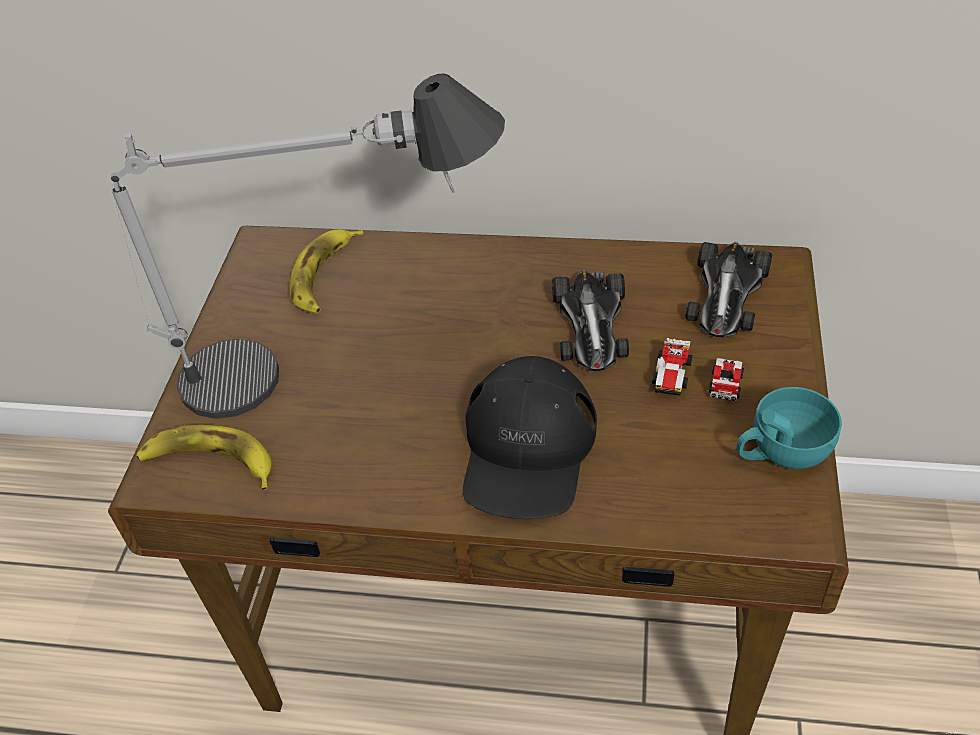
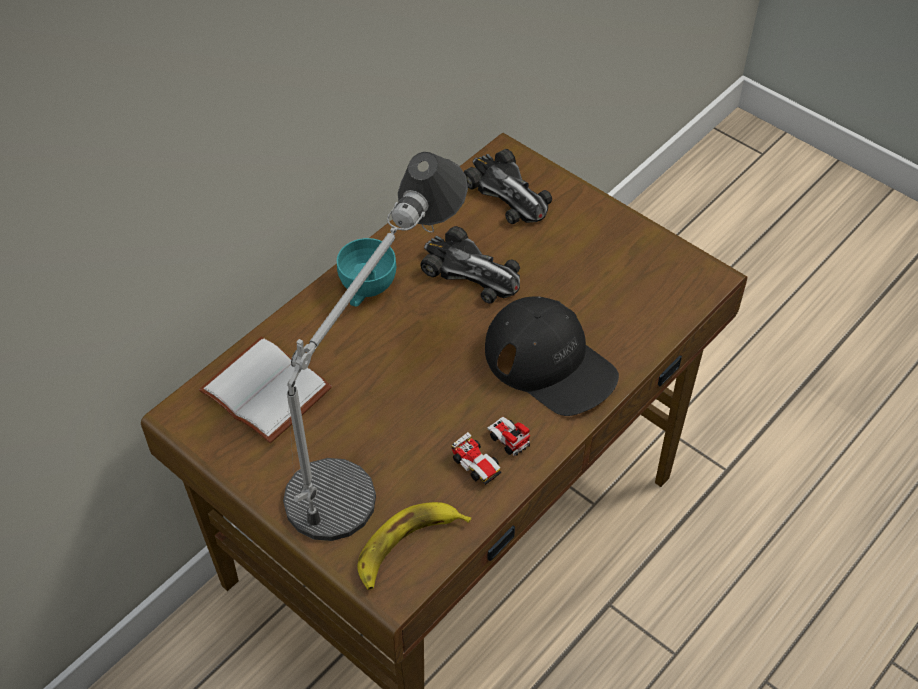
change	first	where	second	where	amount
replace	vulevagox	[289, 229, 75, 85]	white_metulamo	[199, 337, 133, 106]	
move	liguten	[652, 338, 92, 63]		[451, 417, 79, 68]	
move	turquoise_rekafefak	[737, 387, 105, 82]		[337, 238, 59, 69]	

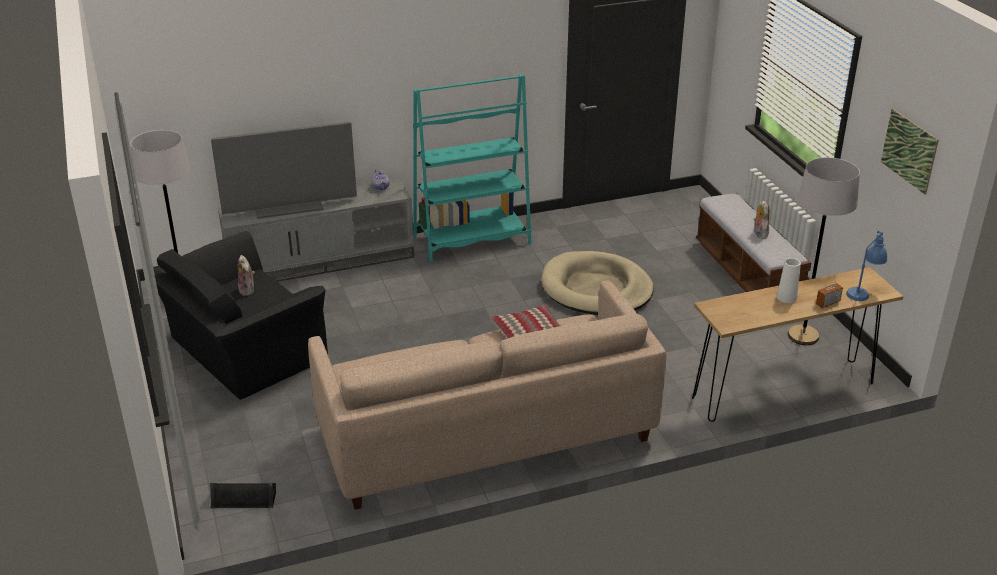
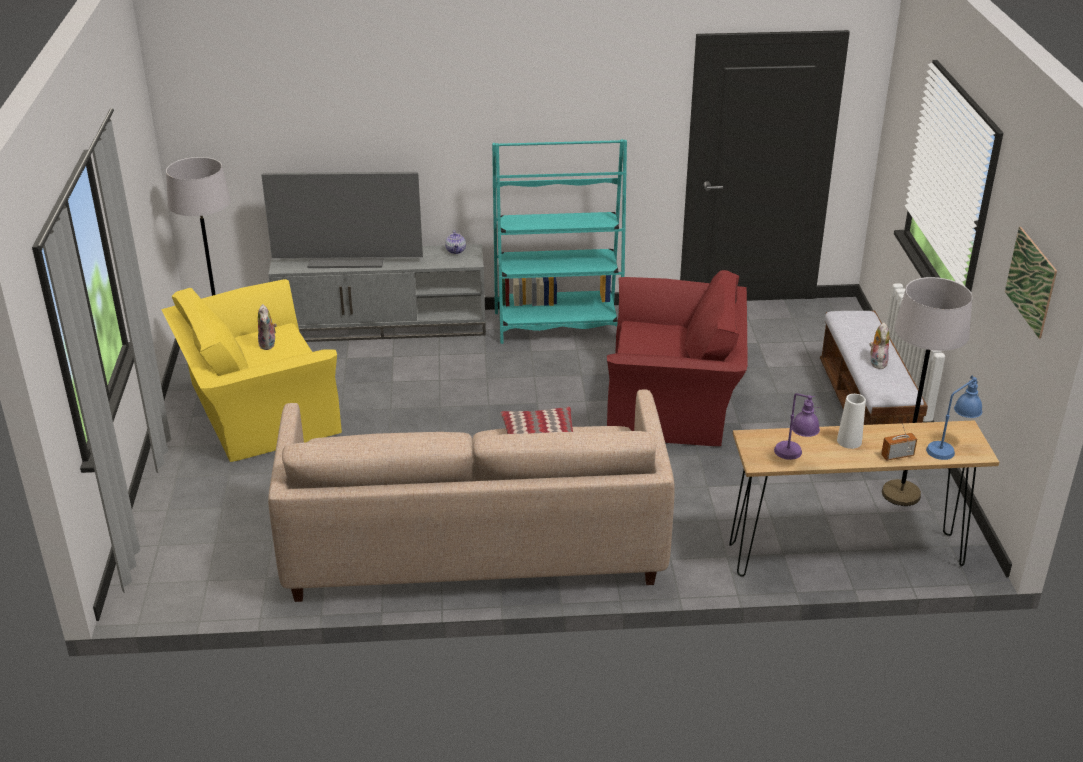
change	first	where	second	where	amount
recolor	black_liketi	[143, 231, 185, 169]	yellow_liketi	[161, 279, 181, 183]	
delete	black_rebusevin	[210, 483, 66, 25]			
replace	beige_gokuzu	[541, 251, 113, 64]	red_liketi	[607, 270, 141, 176]	
insert			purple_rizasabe	[774, 393, 47, 67]	

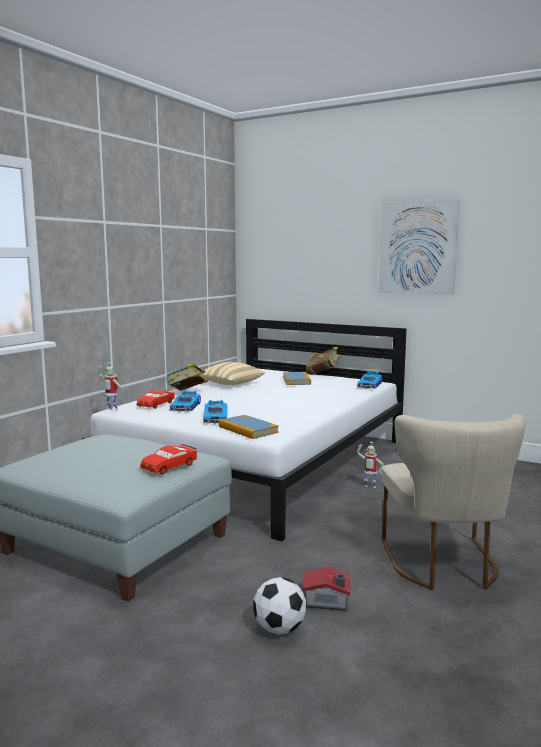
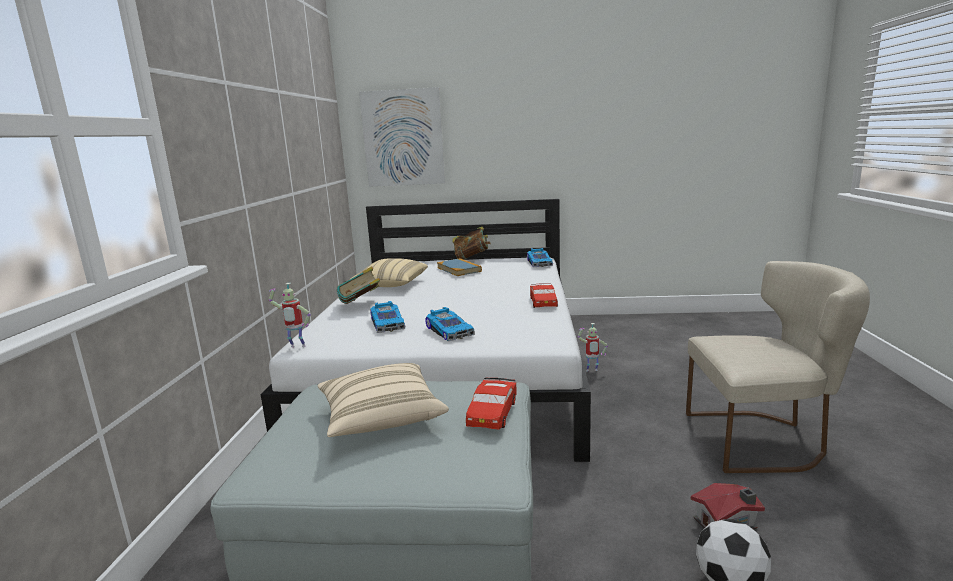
change	first	where	second	where	amount
move	red_liguten	[137, 390, 37, 19]		[530, 283, 28, 25]	
delete	metulamo	[218, 415, 61, 24]			
move	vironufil	[378, 199, 82, 95]		[359, 87, 86, 100]	
rotate	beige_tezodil	[382, 414, 144, 176]		[686, 261, 184, 212]	60 degrees counterclockwise
insert			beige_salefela	[317, 363, 132, 74]	

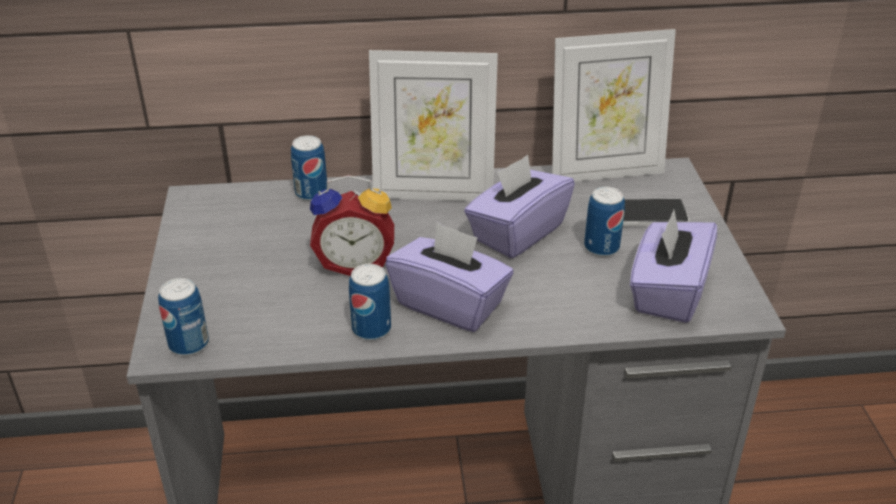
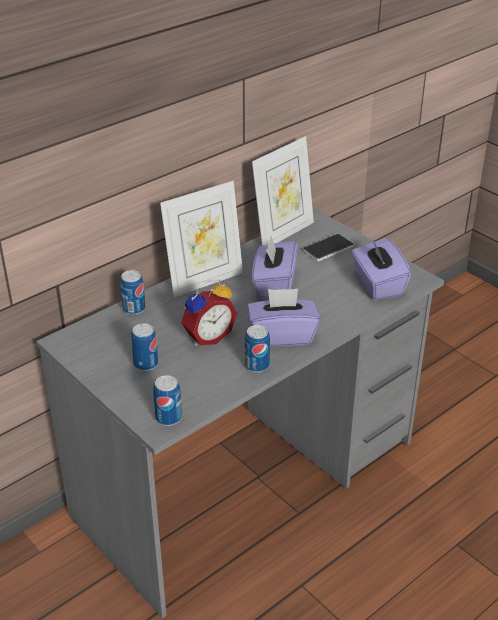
change	first	where	second	where	amount
move	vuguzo	[584, 187, 41, 70]		[131, 323, 27, 48]	

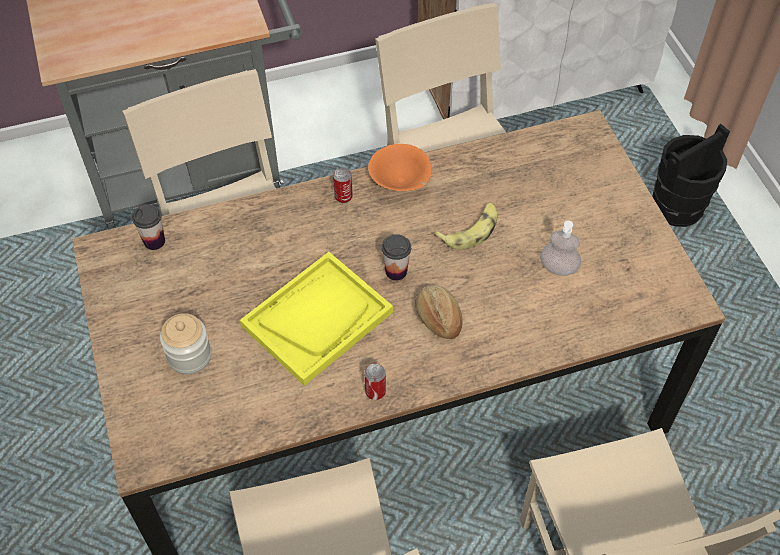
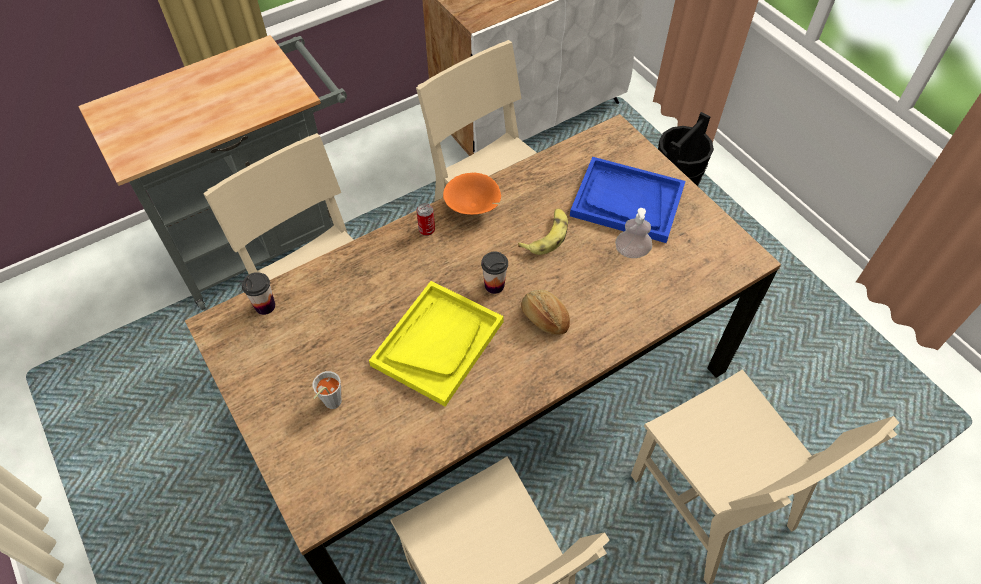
change	first	where	second	where	amount
replace	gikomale	[160, 313, 52, 62]	grey_rekafefak	[313, 371, 29, 38]	
delete	vuguzo	[365, 364, 21, 36]			
insert			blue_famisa	[570, 157, 116, 86]	

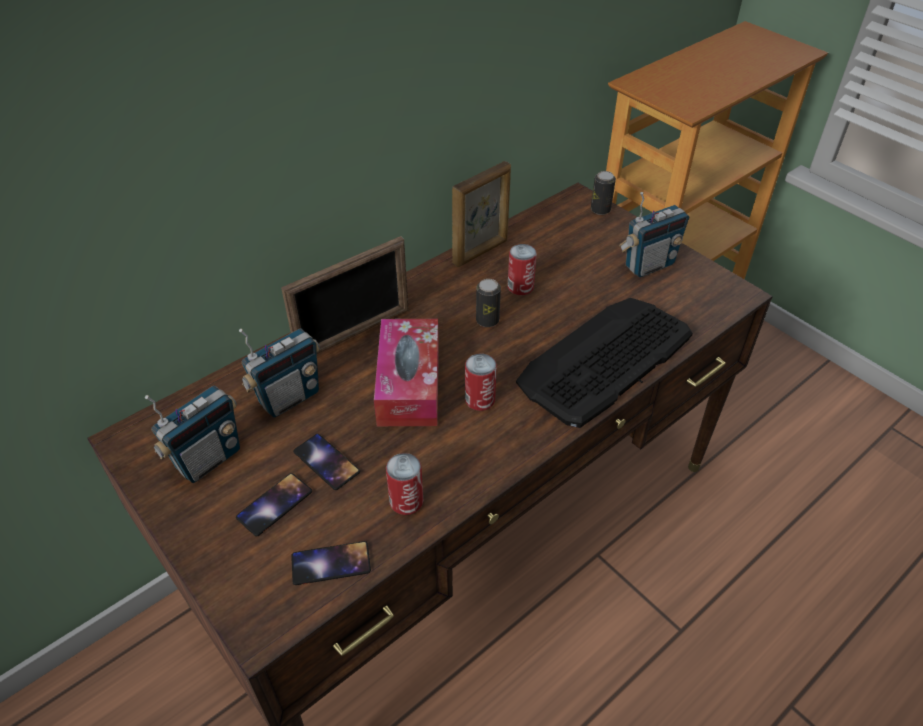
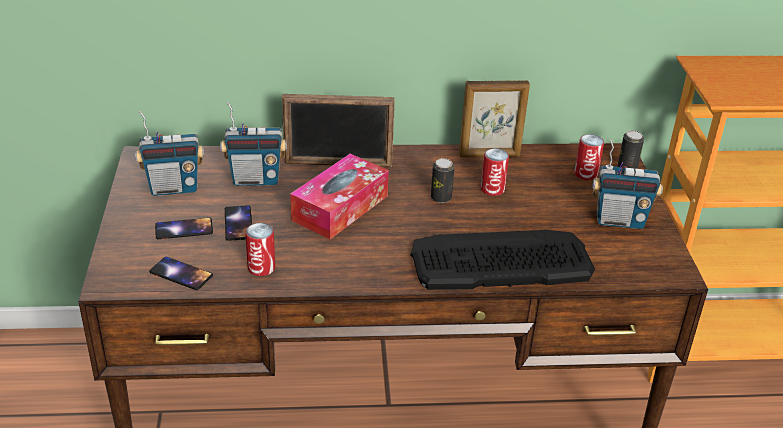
change	first	where	second	where	amount
move	vuguzo	[465, 354, 32, 57]		[574, 134, 30, 46]	

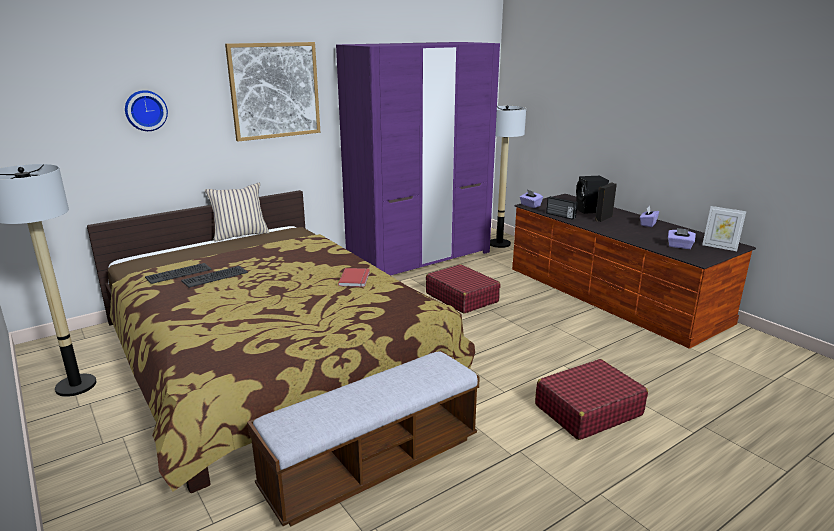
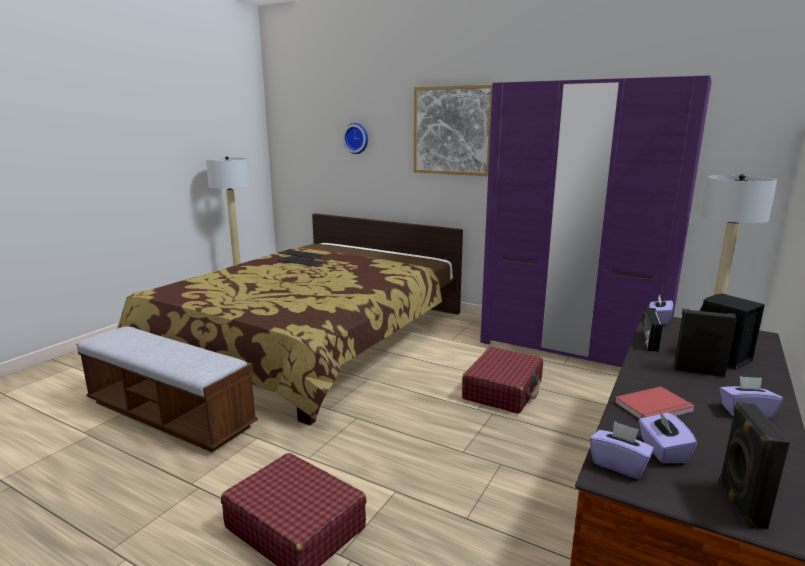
change	first	where	second	where	amount
delete	beige_salefela	[205, 183, 65, 58]			
move	red_metulamo	[338, 268, 32, 19]		[614, 387, 81, 32]	
replace	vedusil	[702, 206, 44, 45]	black_rebusevin	[719, 401, 71, 128]	
insert			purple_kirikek	[590, 421, 64, 58]	

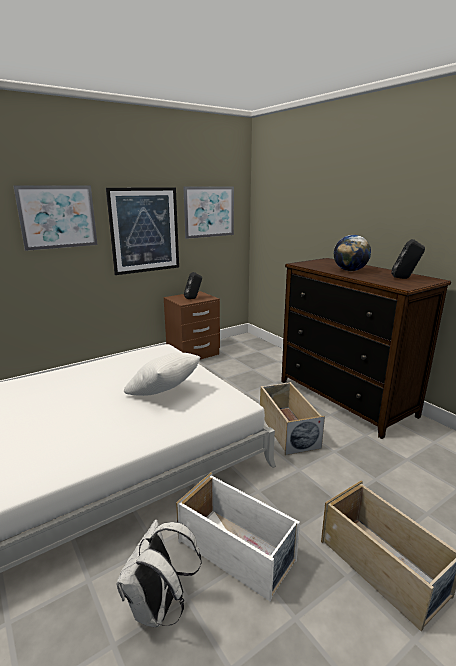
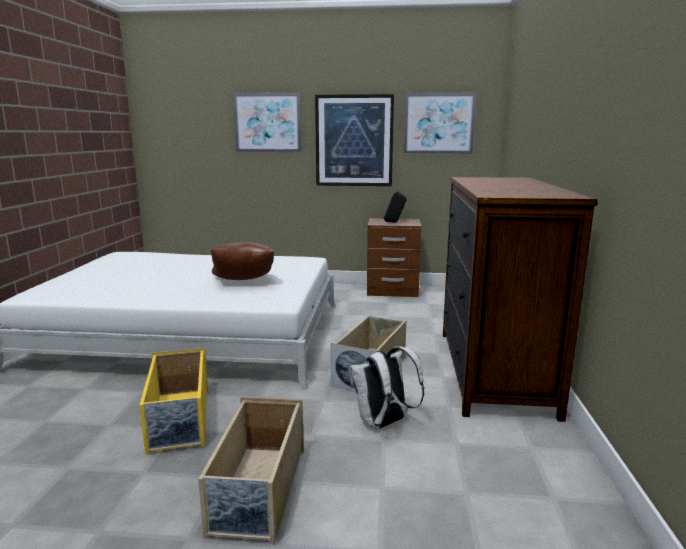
change	first	where	second	where	amount
move	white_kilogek	[116, 520, 86, 107]		[348, 346, 76, 83]	
recolor	white_salefela	[124, 352, 76, 44]	brown_salefela	[210, 242, 64, 38]	
recolor	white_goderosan	[176, 473, 124, 128]	yellow_goderosan	[139, 348, 69, 107]	
delete	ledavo	[334, 235, 37, 36]			
delete	black_rebusevin	[391, 239, 34, 40]			

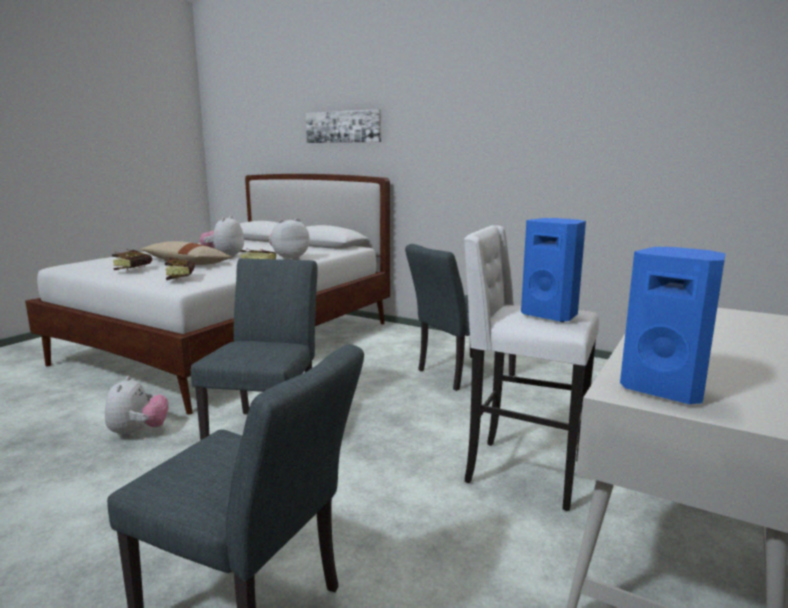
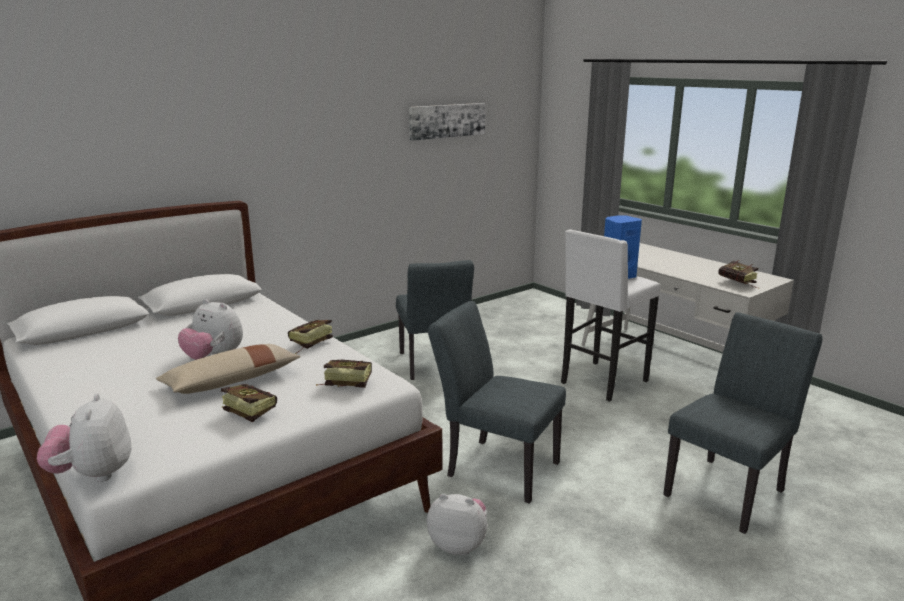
change	first	where	second	where	amount
move	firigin	[269, 218, 41, 42]		[37, 394, 94, 88]	
move	vironufil	[306, 109, 75, 34]		[409, 103, 76, 38]	
replace	blue_rebusevin	[620, 247, 106, 157]	metulamo	[718, 260, 42, 29]	

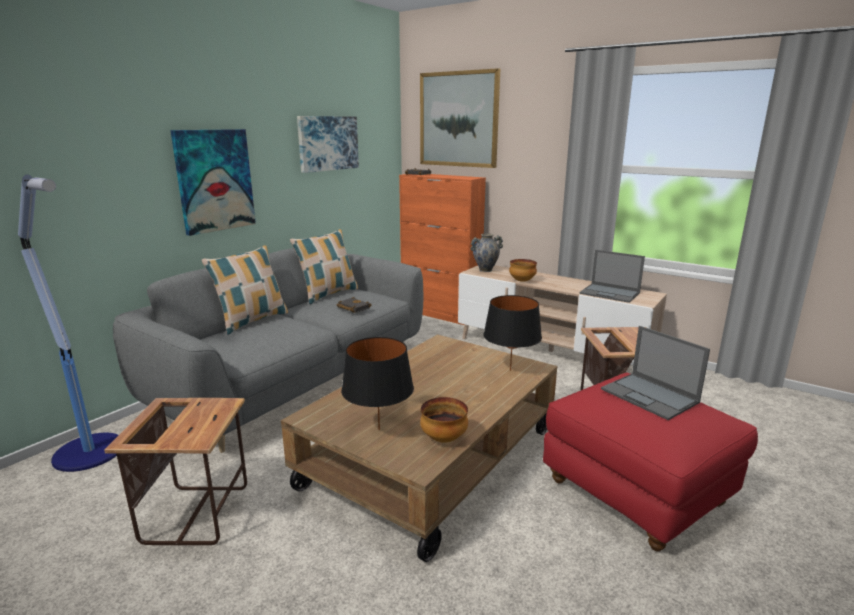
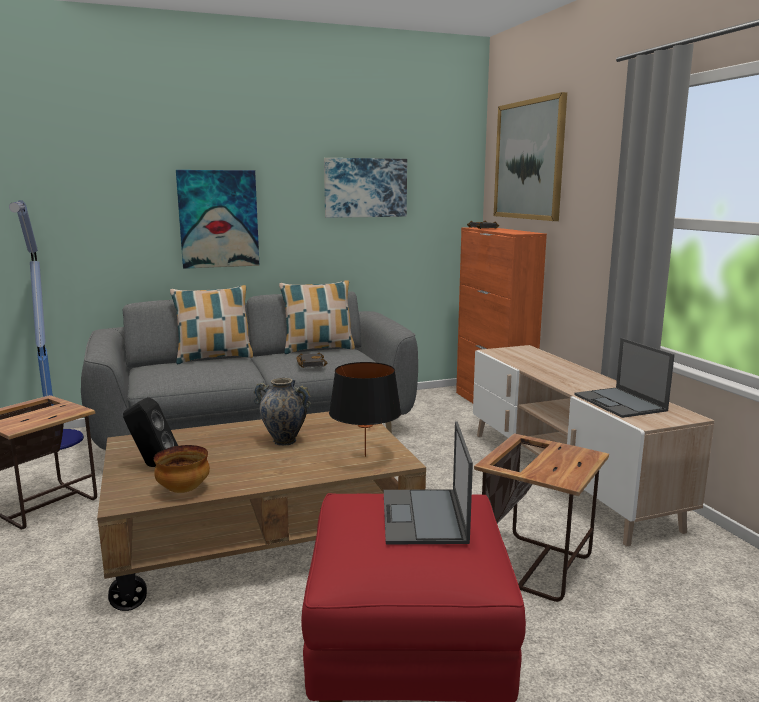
change	first	where	second	where	amount
replace	black_rizasabe	[341, 337, 73, 93]	black_rebusevin	[123, 397, 55, 70]	
move	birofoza	[471, 233, 32, 39]		[254, 378, 57, 68]	
delete	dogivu	[509, 259, 28, 23]			

